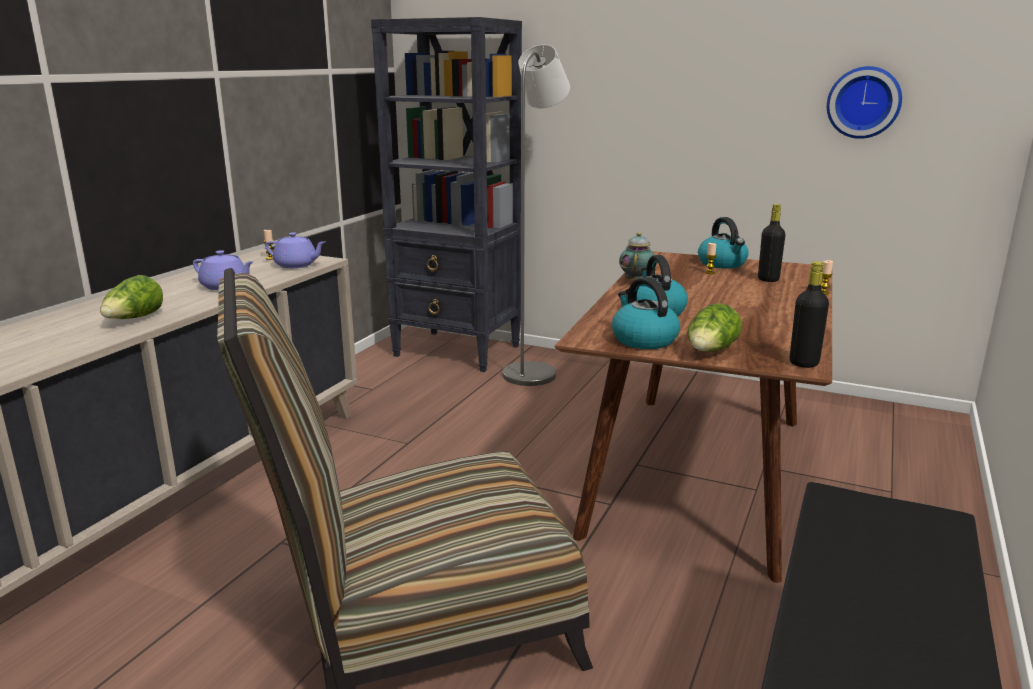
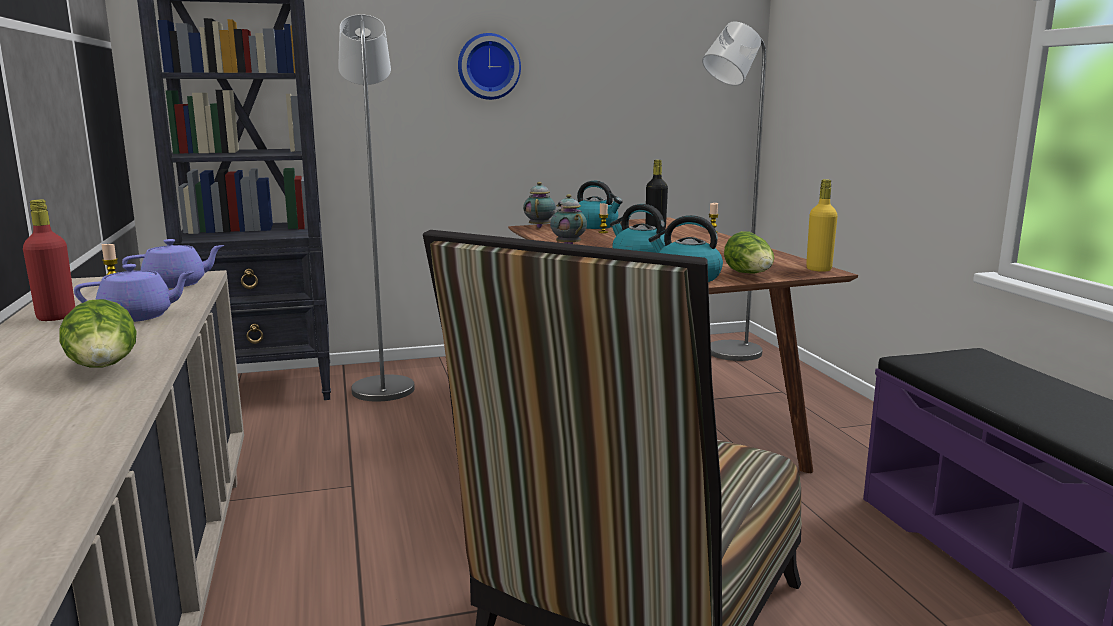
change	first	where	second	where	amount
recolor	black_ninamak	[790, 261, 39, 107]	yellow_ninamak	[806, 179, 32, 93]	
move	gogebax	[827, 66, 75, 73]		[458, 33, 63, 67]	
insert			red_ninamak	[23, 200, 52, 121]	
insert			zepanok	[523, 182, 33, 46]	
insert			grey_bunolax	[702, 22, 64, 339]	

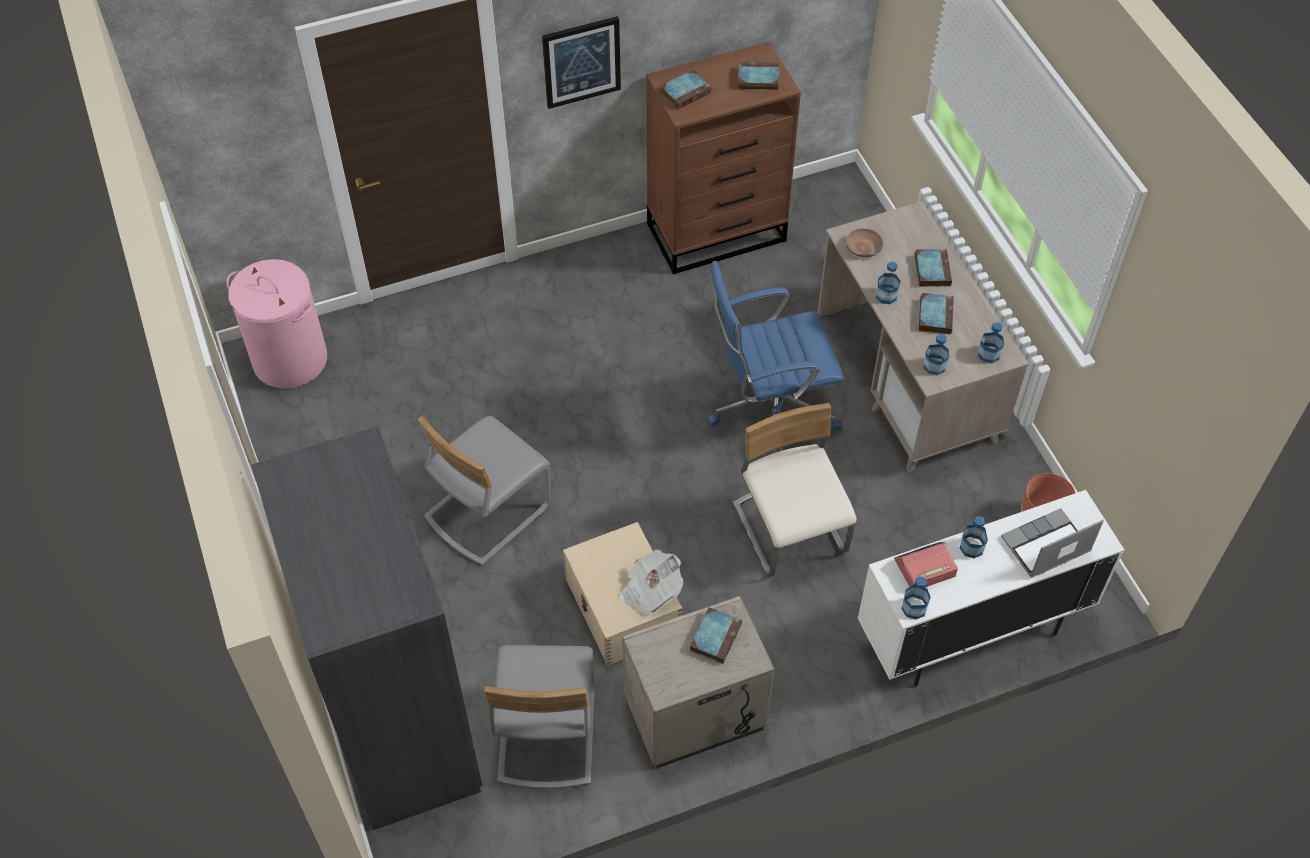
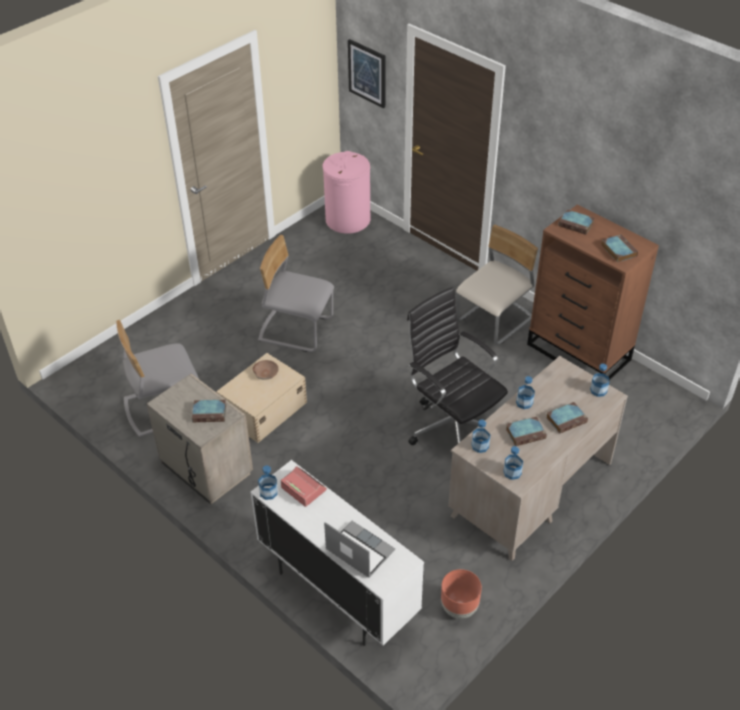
change	first	where	second	where	amount
delete	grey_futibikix	[252, 427, 231, 403]			
move	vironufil	[542, 16, 79, 93]		[348, 39, 38, 69]	
delete	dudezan	[619, 550, 64, 66]			
recolor	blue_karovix	[708, 261, 136, 193]	black_karovix	[407, 287, 101, 158]	
move	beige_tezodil	[733, 403, 123, 174]		[456, 225, 82, 120]	
move	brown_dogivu	[846, 228, 37, 29]		[252, 360, 27, 20]	
move	ninamak	[960, 516, 28, 42]		[590, 364, 19, 33]	

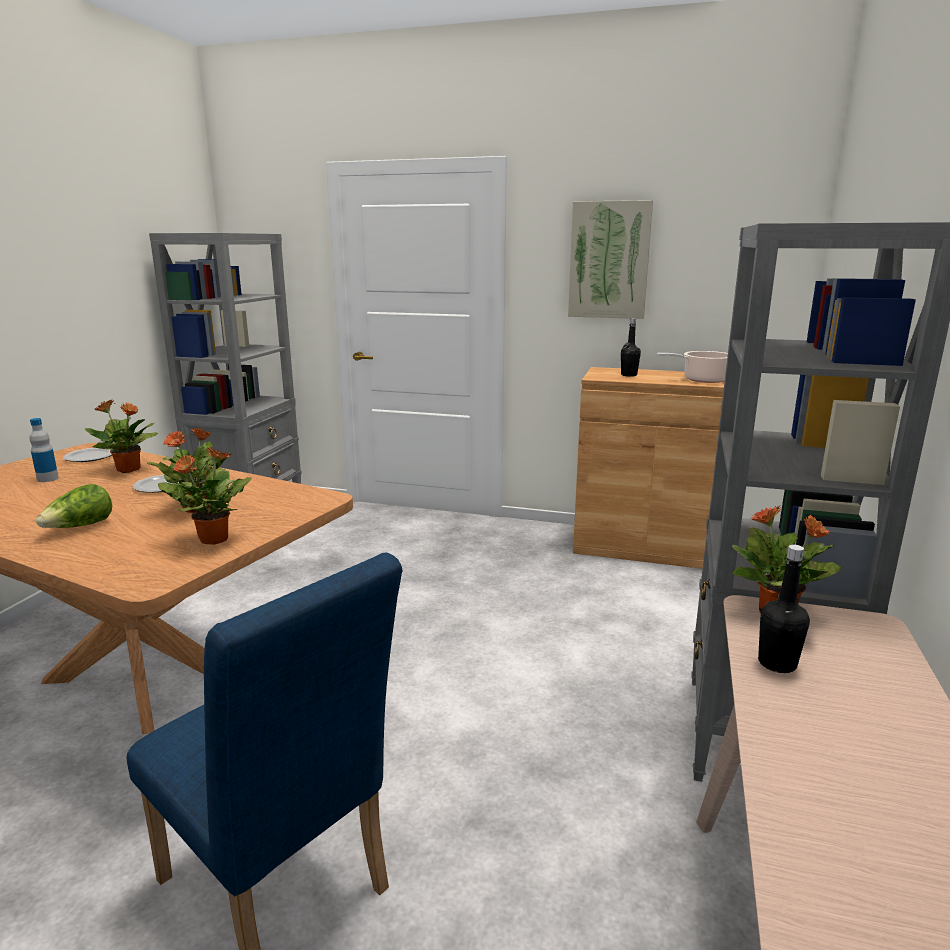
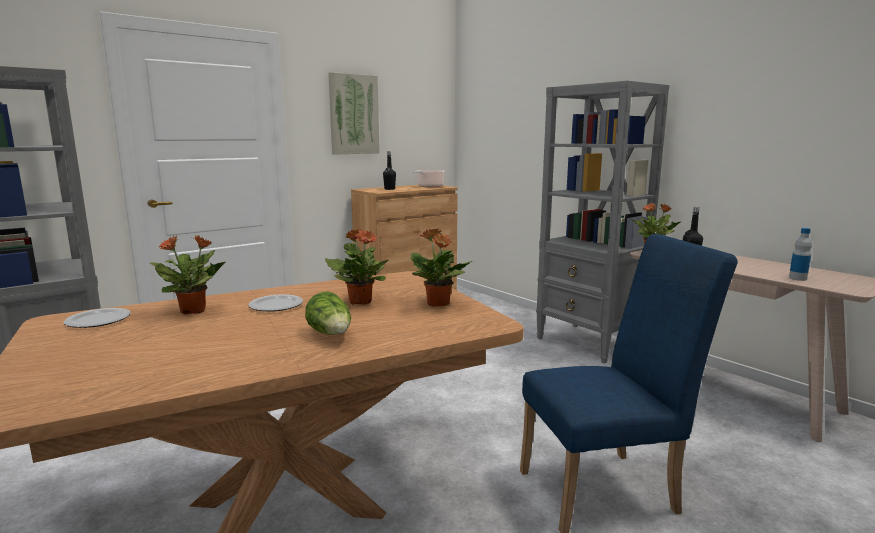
change	first	where	second	where	amount
move	ninamak	[29, 418, 30, 64]		[789, 228, 23, 53]	

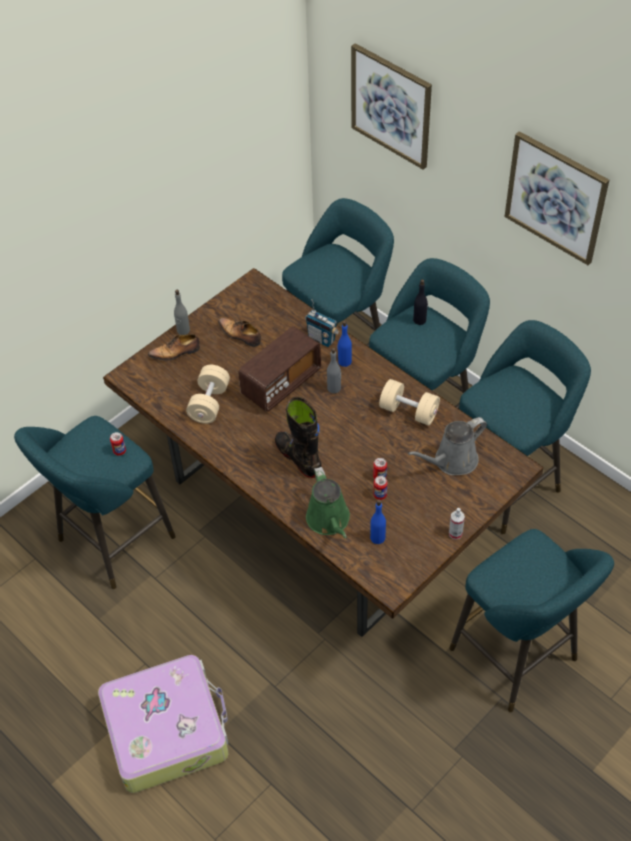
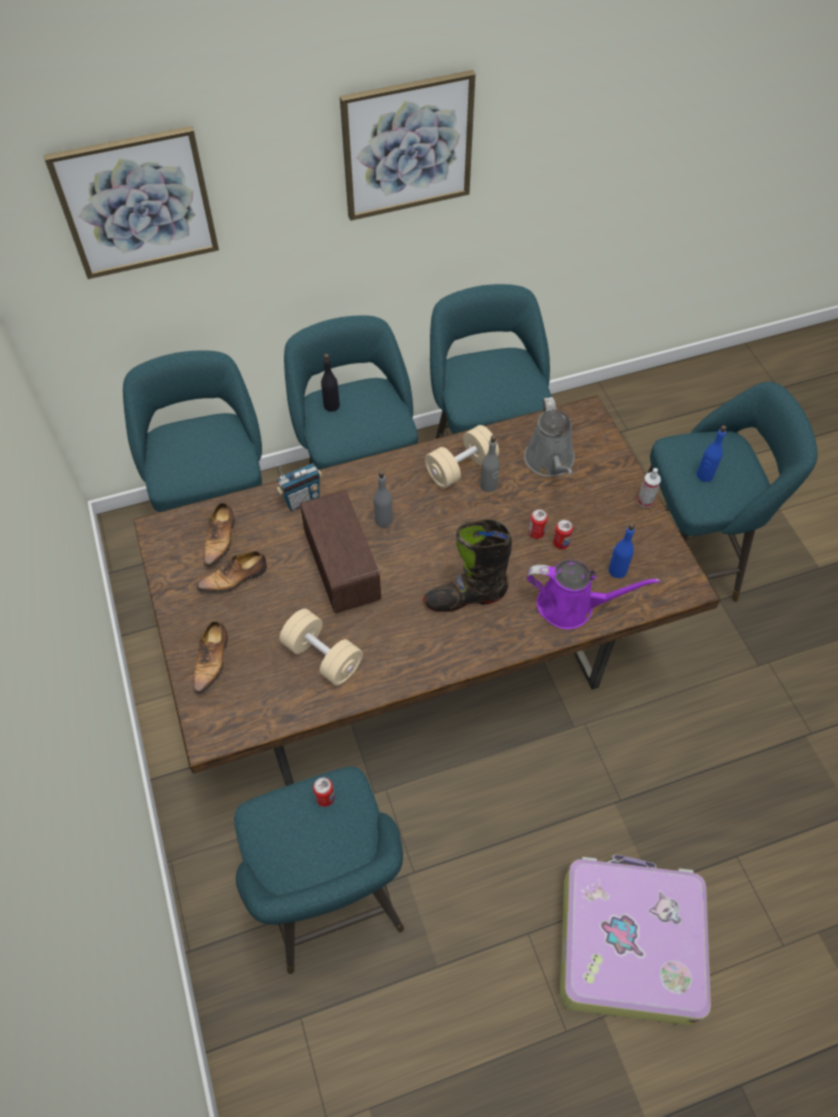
change	first	where	second	where	amount
move	grey_ninamak	[174, 290, 16, 45]		[480, 435, 20, 57]	
recolor	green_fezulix	[306, 467, 44, 72]	purple_fezulix	[527, 560, 133, 69]	
move	blue_ninamak	[337, 321, 15, 46]		[697, 425, 30, 57]	
insert			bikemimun	[204, 503, 30, 64]	

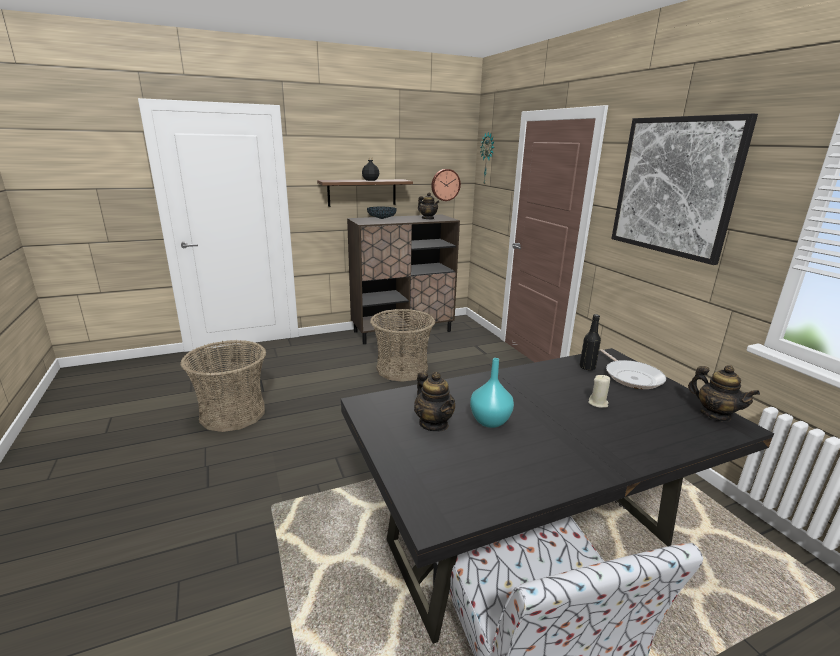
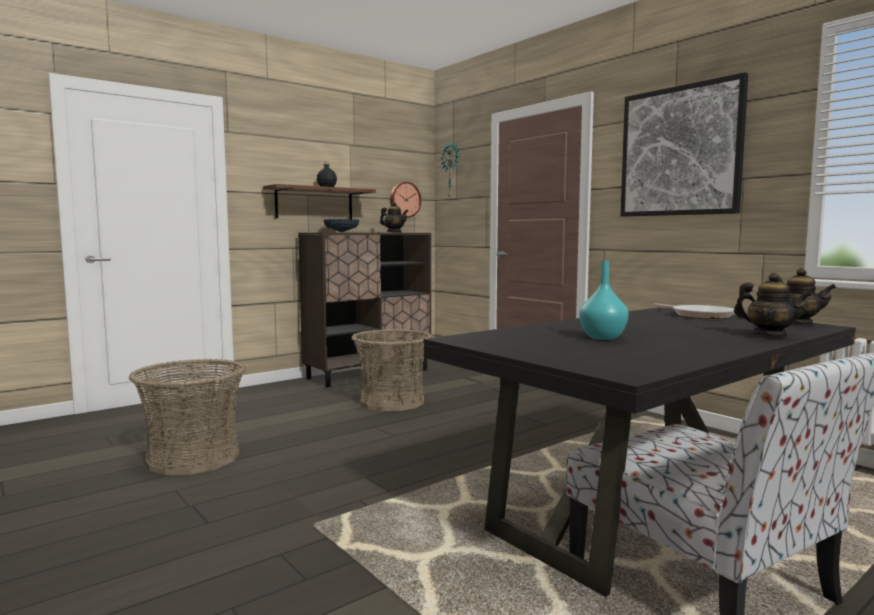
change	first	where	second	where	amount
move	zepanok	[414, 372, 41, 60]		[734, 273, 78, 64]	
delete	black_ninamak	[580, 314, 21, 57]			
delete	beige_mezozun	[588, 375, 22, 33]			

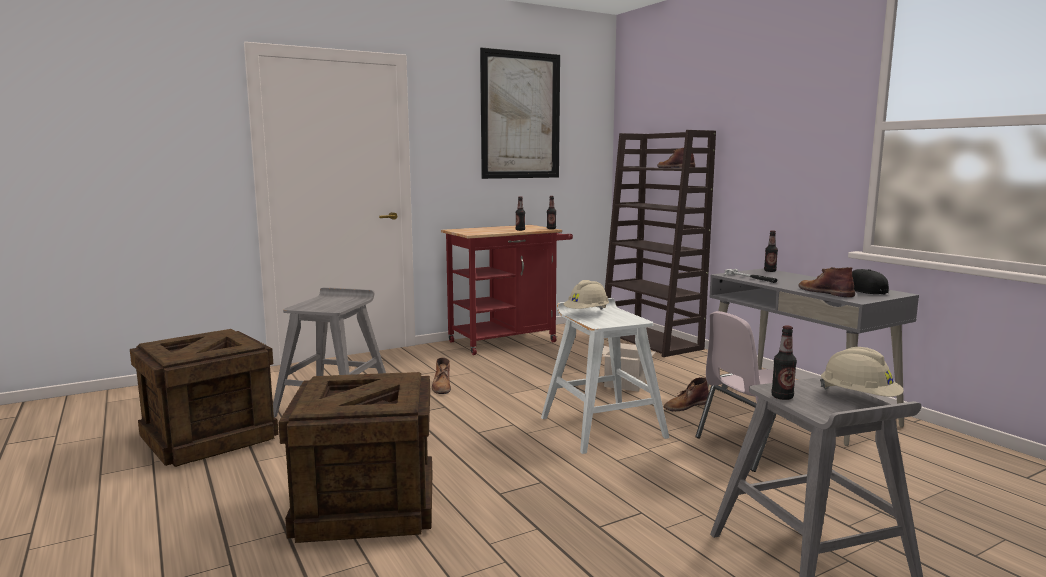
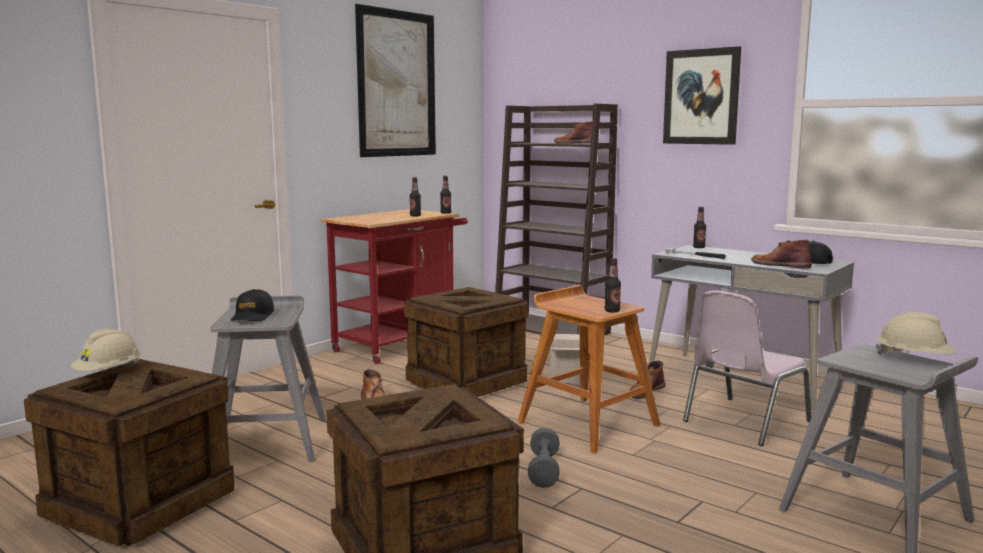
change	first	where	second	where	amount
recolor	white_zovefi	[541, 298, 128, 156]	brown_zovefi	[517, 285, 143, 169]	
move	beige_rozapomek	[563, 280, 46, 30]		[71, 328, 70, 43]	
move	ninamak	[771, 325, 26, 75]		[605, 258, 16, 55]	
insert			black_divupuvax	[231, 289, 43, 32]	
insert			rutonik	[404, 287, 124, 110]	
insert			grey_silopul	[528, 428, 32, 60]	
insert			vironufil	[663, 46, 78, 99]	

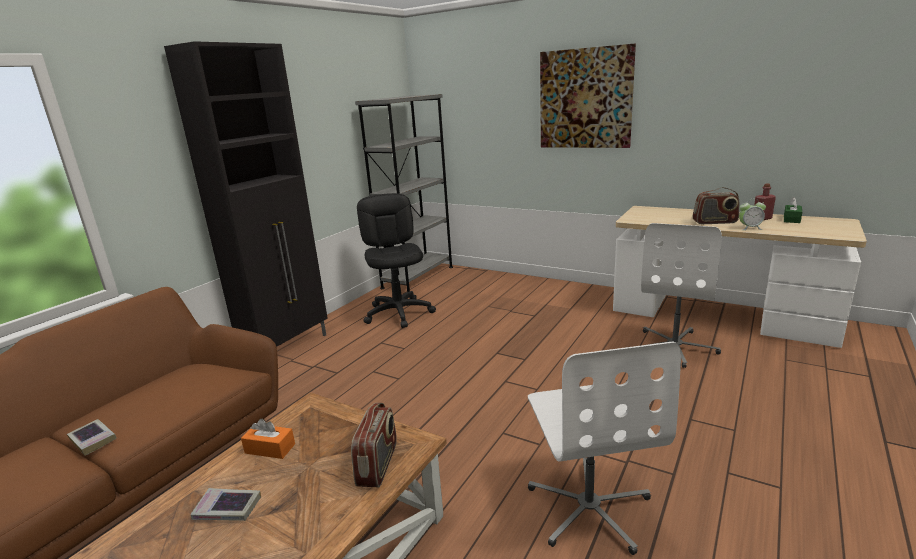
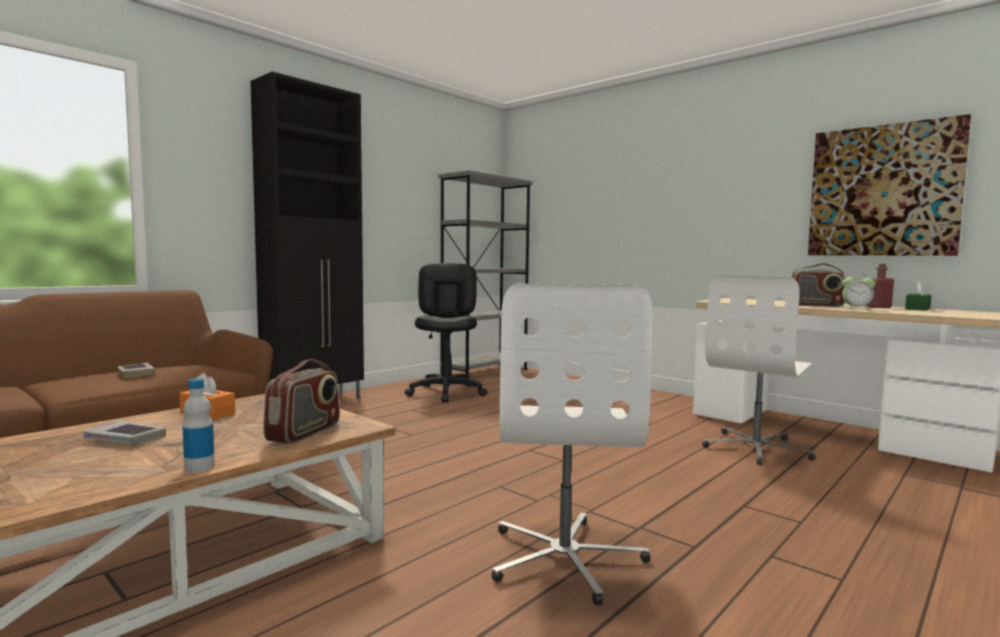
change	first	where	second	where	amount
move	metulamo	[67, 419, 50, 37]		[117, 363, 39, 16]	
move	vironufil	[540, 44, 96, 104]		[808, 114, 163, 142]	
insert			ninamak	[182, 378, 33, 95]	

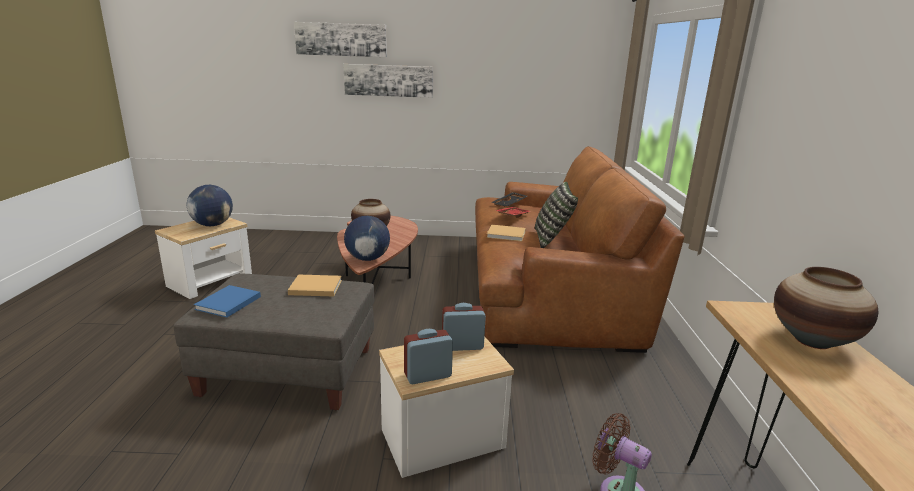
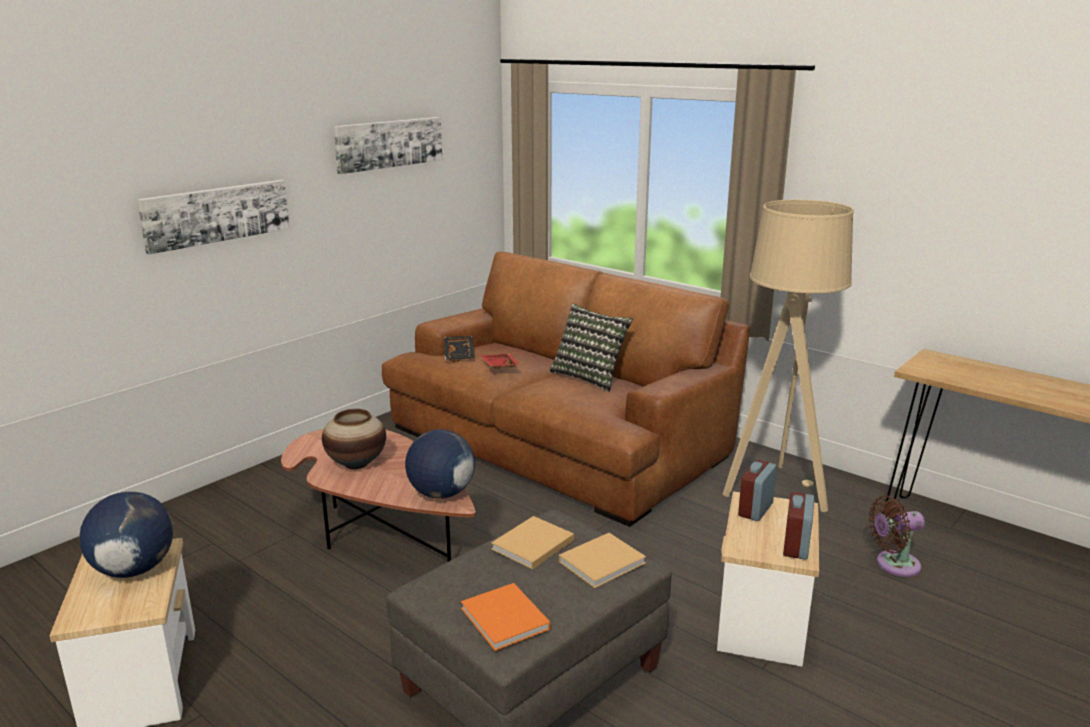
change	first	where	second	where	amount
recolor	blue_metulamo	[194, 285, 67, 33]	orange_metulamo	[461, 583, 89, 68]	
move	vironufil	[294, 22, 93, 35]		[333, 117, 109, 57]	
move	beige_metulamo	[486, 225, 40, 16]		[559, 533, 87, 55]	
delete	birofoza	[774, 267, 104, 82]			
insert			beige_bunolax	[723, 200, 131, 312]	

